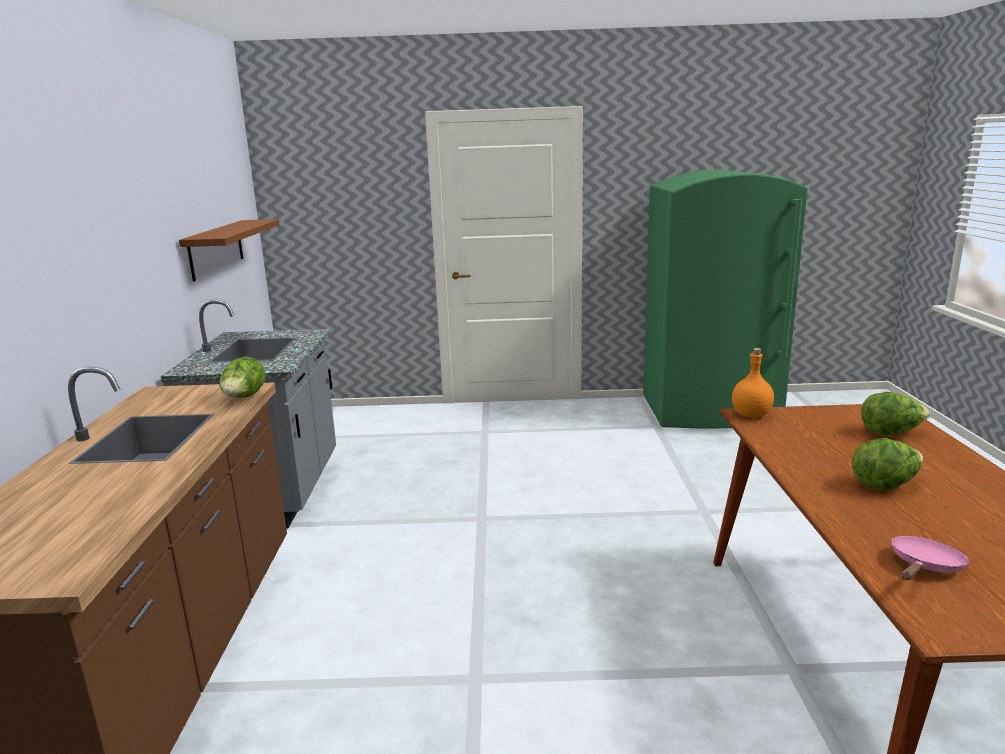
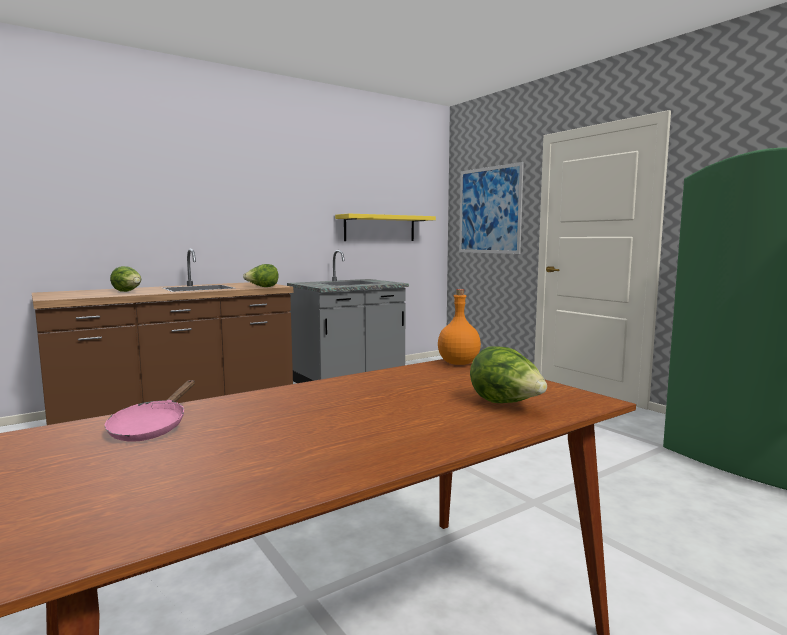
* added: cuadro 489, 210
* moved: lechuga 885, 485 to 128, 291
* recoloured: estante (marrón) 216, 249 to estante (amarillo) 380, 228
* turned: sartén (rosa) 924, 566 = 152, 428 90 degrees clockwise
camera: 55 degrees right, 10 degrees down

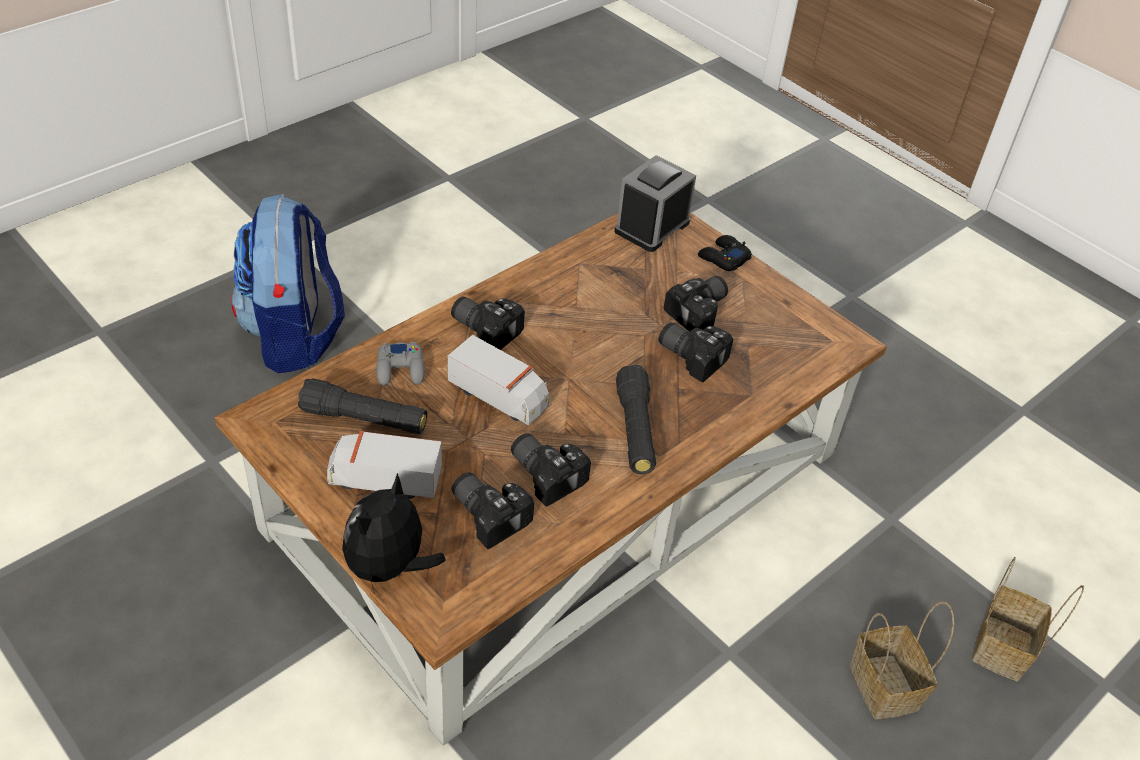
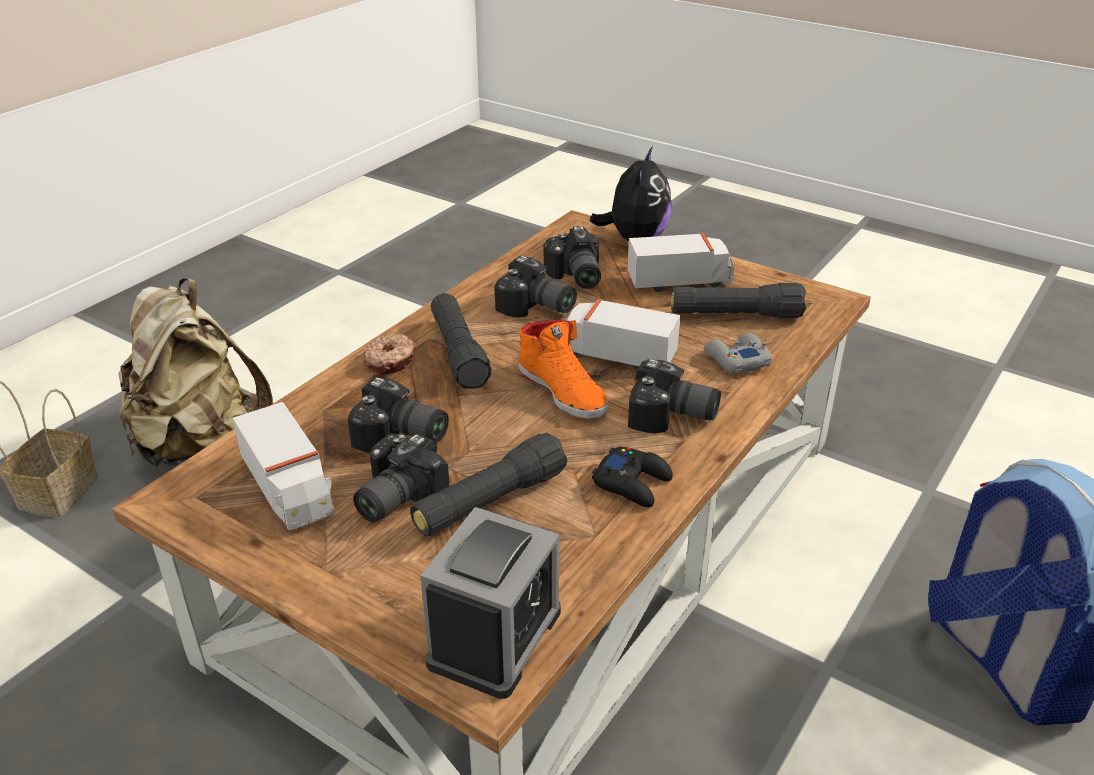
* added: camión de juguete 289, 489
* added: rosquilla 391, 361
* added: linterna (negro) 490, 502
* added: zapato (naranja) 563, 390
* moved: mando de consola (negro) 723, 258 to 633, 483
* replaced: cesta 881, 684 to mochila (beis) 200, 444
* turned: cámara 490, 513 = 574, 277 45 degrees clockwise
camera: 170 degrees right, 10 degrees down

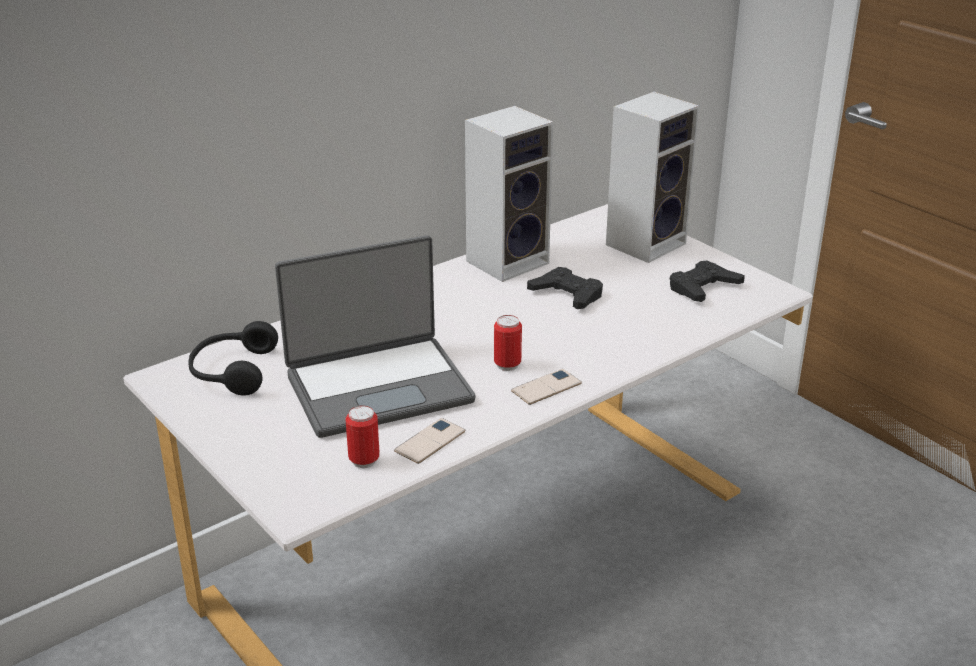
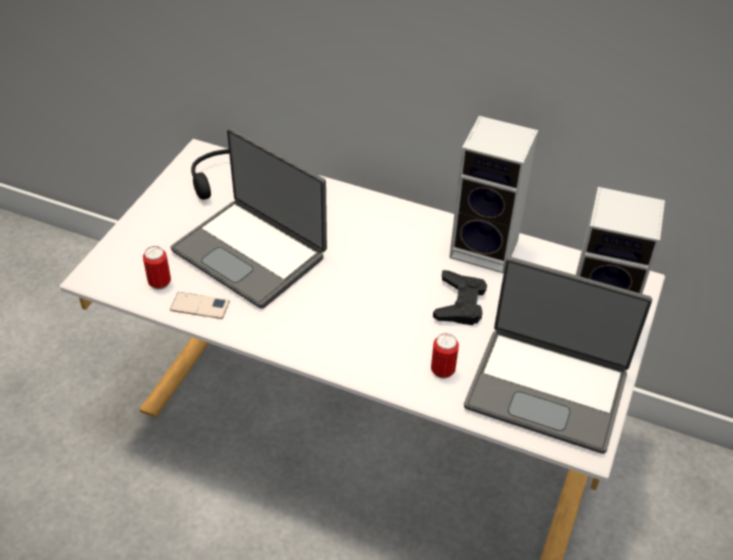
* removed: móvil 546, 387
* moved: lata 507, 365 to 442, 371
* replaced: mando de consola (negro) 703, 288 to portátil 547, 388
camera: 60 degrees right, 15 degrees up

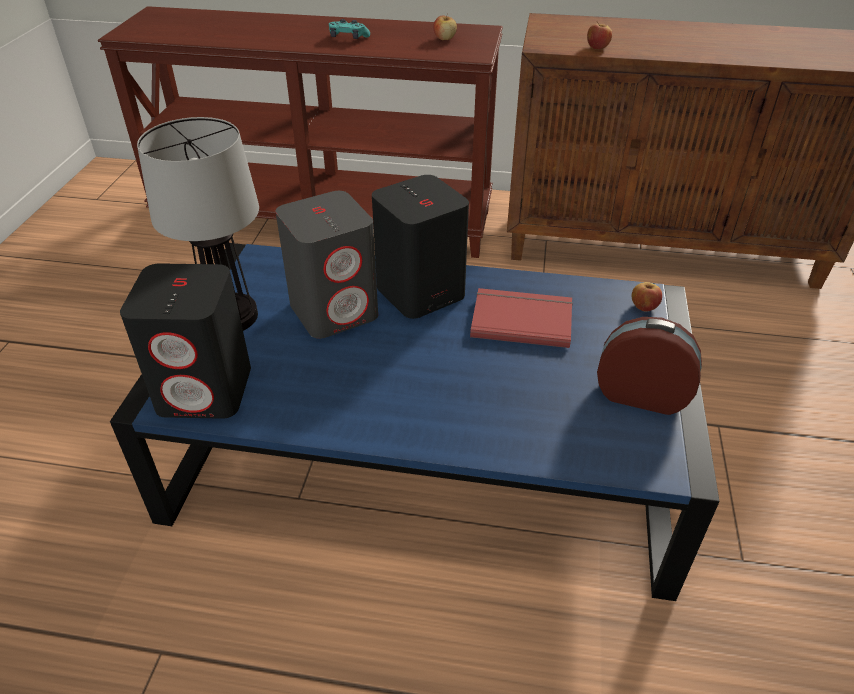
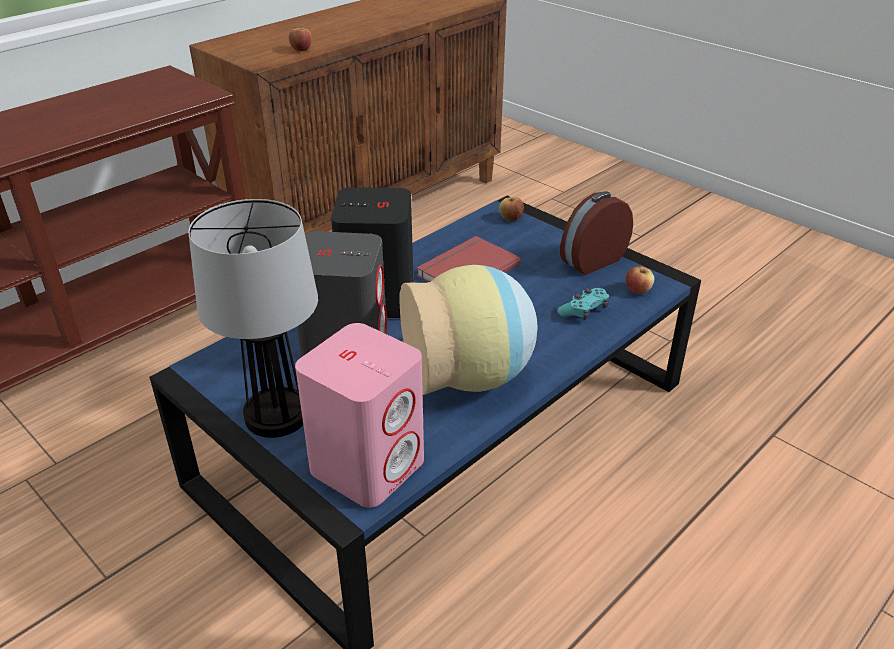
* added: florero 470, 377
* moved: mando de consola (turquesa) 348, 38 to 584, 311
* moved: manzana 445, 38 to 638, 290
* recoloured: altavoz (negro) 206, 389 to altavoz (rosa) 368, 465
camera: 55 degrees left, 5 degrees down

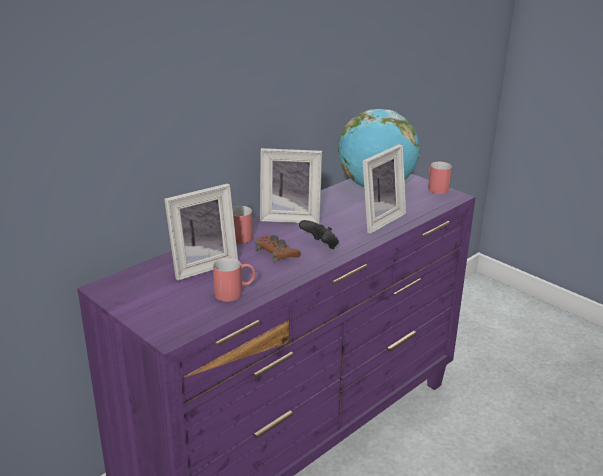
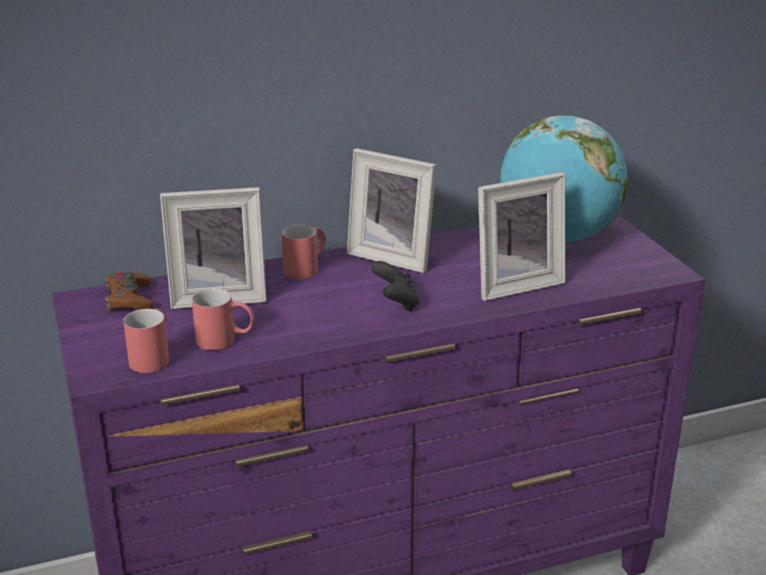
* moved: mando de consola (marrón) 276, 253 to 129, 299
* moved: taza grande (rojo) 436, 187 to 153, 357
camera: 25 degrees right, 0 degrees up

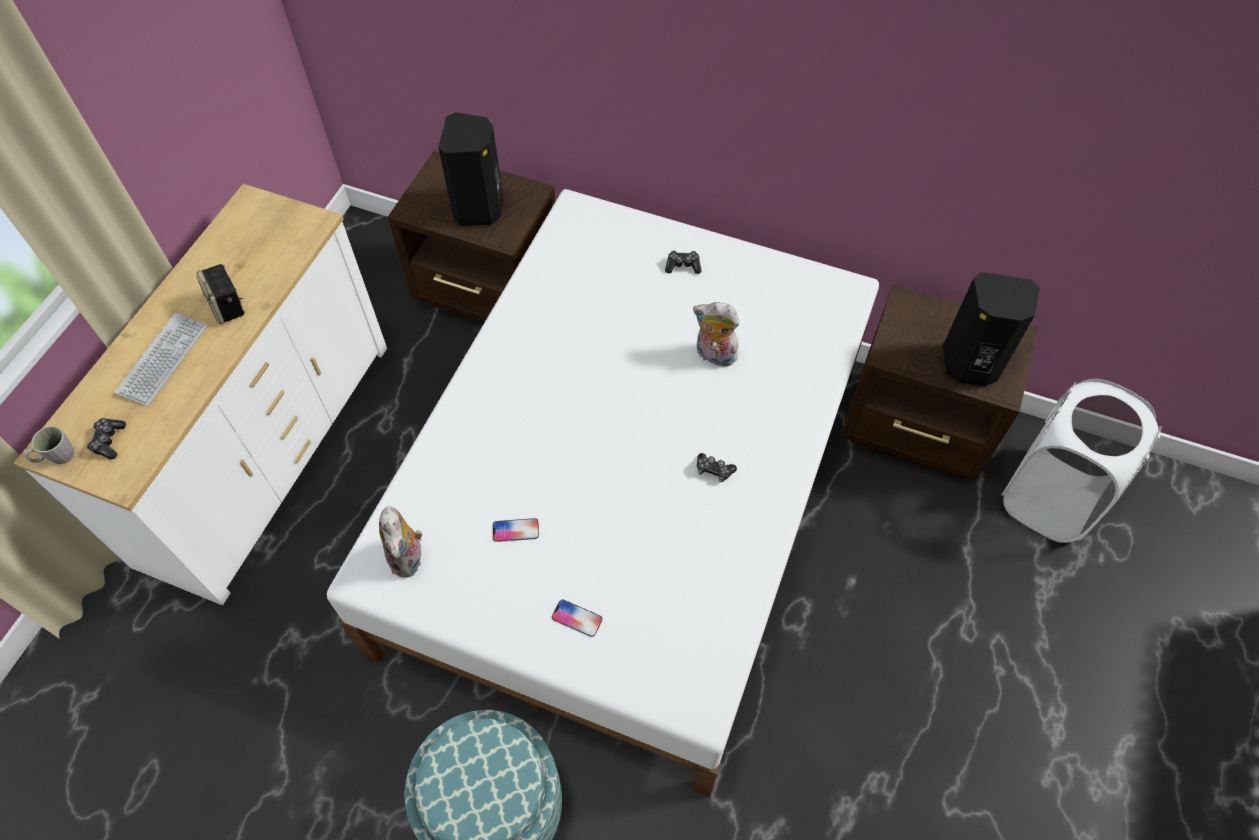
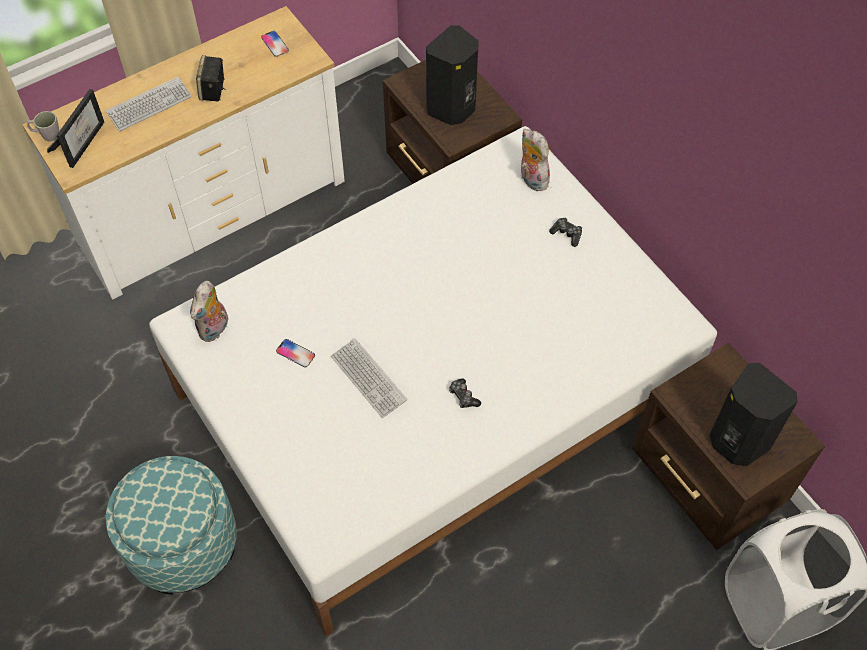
* added: teclado 368, 378
* moved: móvil 577, 618 to 275, 44
* moved: peluche 714, 356 to 531, 179
* replaced: mando de consola 109, 441 to portarretratos 82, 141
camera: 35 degrees right, 0 degrees up

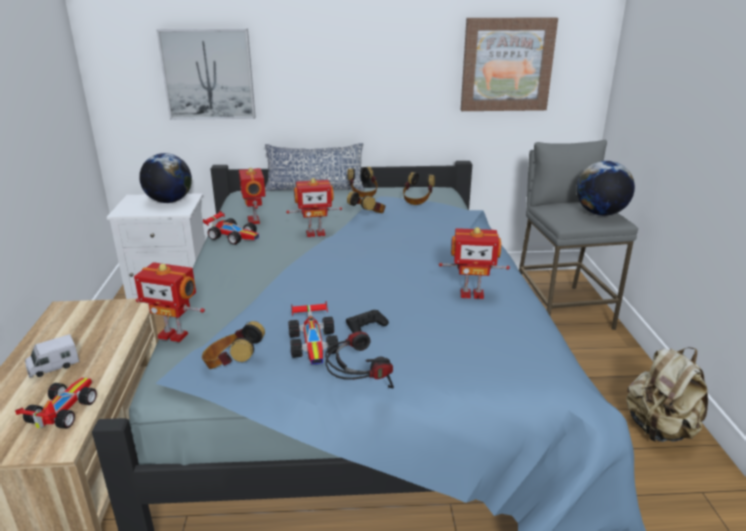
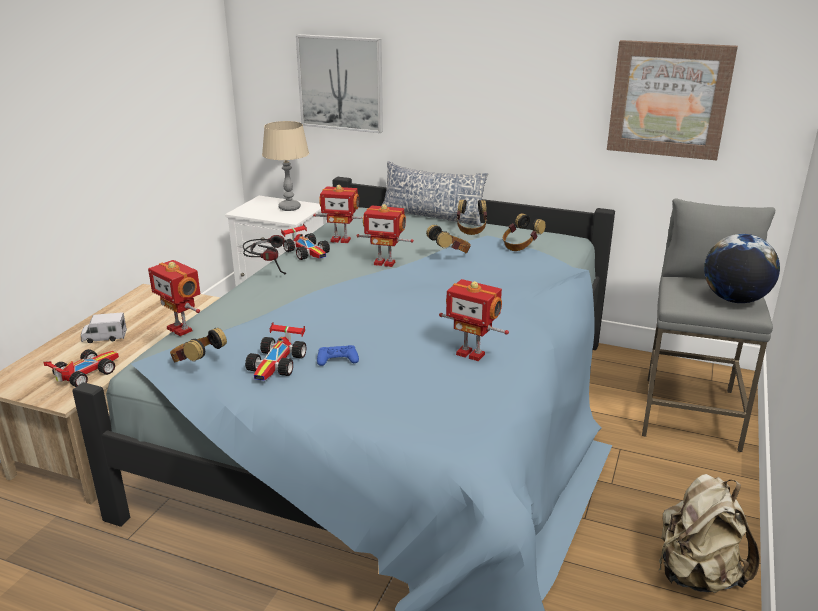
* moved: auriculares 357, 387 to 266, 271
* replaced: globo terráqueo 169, 201 to lámpara de mesa (beis) 289, 208
* recoloured: mando de consola (negro) 366, 326 to mando de consola (azul) 337, 359
* turned: robot de juguete 255, 220 = 341, 240 90 degrees counterclockwise
camera: 25 degrees right, 0 degrees up

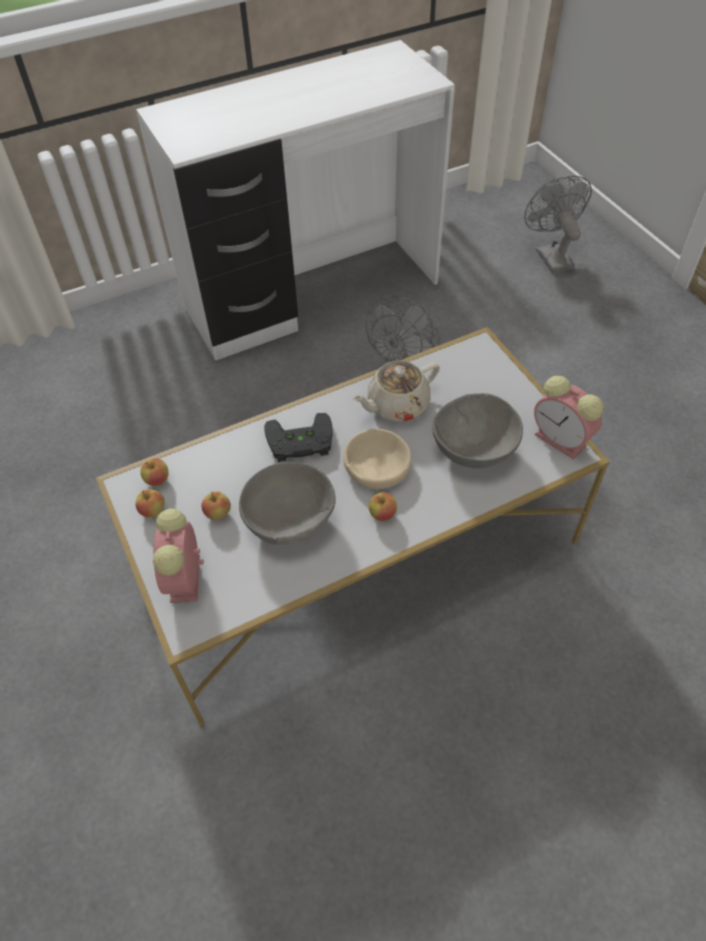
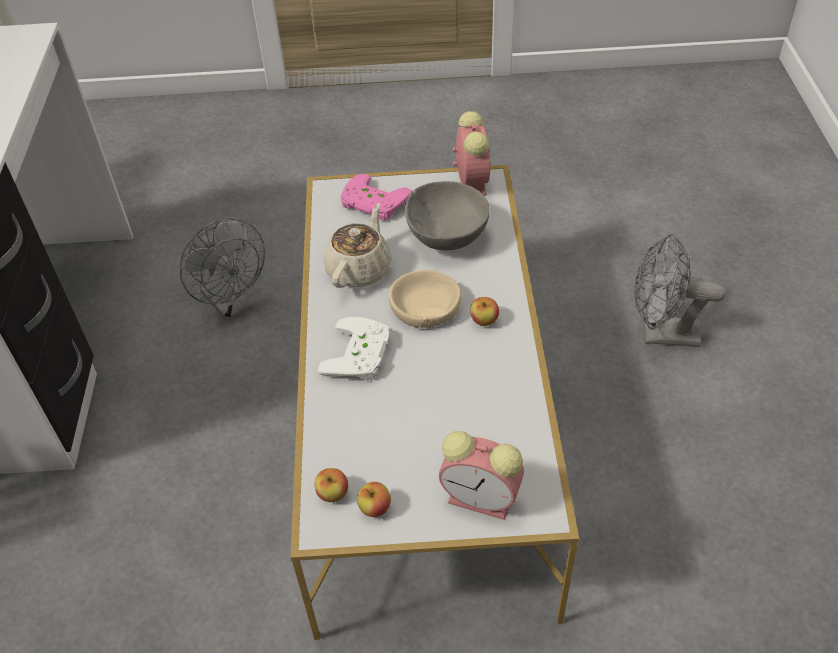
* removed: manzana 218, 513
* removed: cuenco (gris) 291, 520
* added: mando de consola (rosa) 372, 203
* moved: ventilador (gris) 550, 255 to 661, 334
* recoloured: mando de consola (negro) 300, 444 to mando de consola (blanco) 361, 355
* turned: tetera (beis) 396, 405 = 360, 269 150 degrees counterclockwise
* turned: despertador 562, 440 = 471, 181 75 degrees counterclockwise
camera: 65 degrees left, 5 degrees down

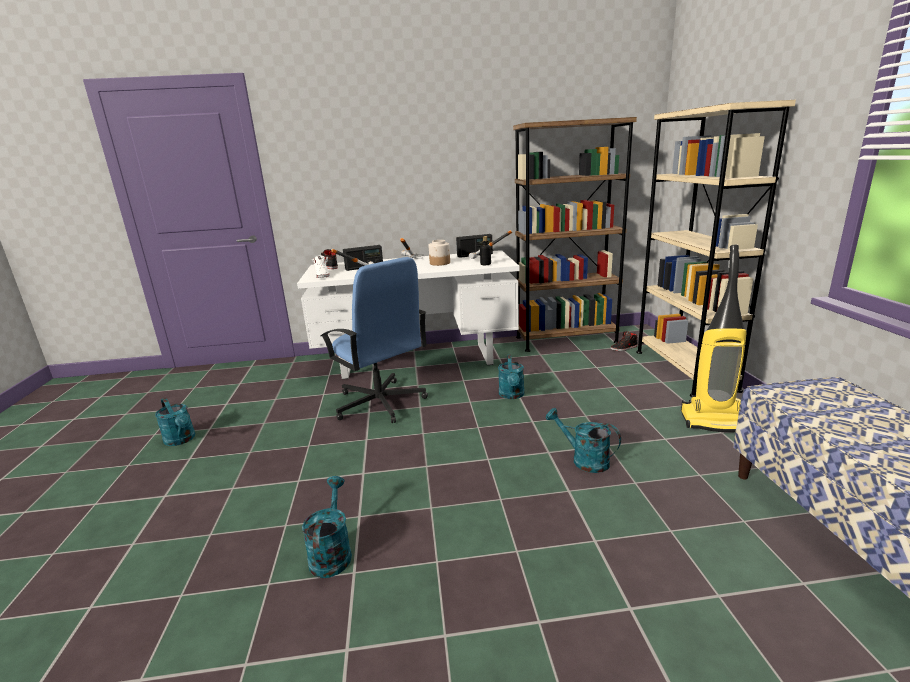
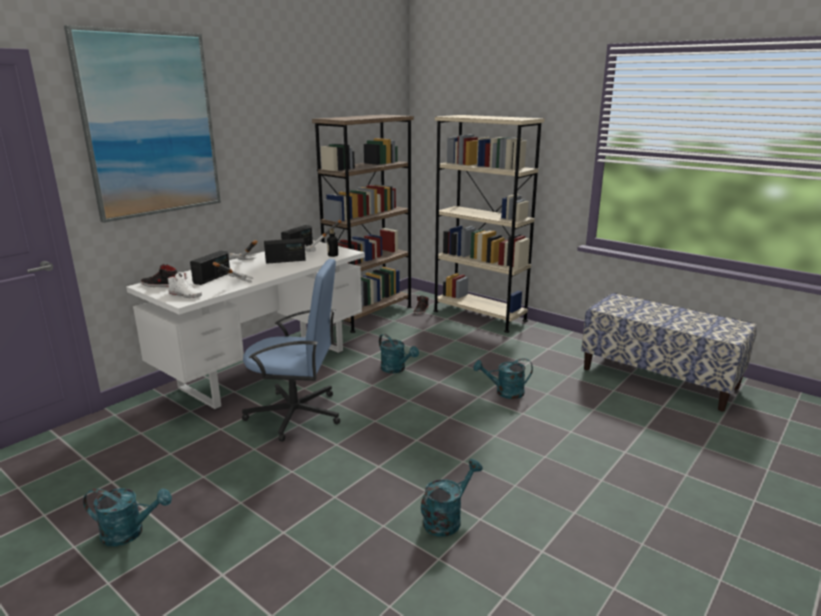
* removed: aspiradora 717, 421
* added: cuadro 150, 125
* replaced: tarro 440, 263 to radio 285, 261
* turned: regadera (turquesa) 332, 552 = 447, 519 90 degrees clockwise
camera: 45 degrees left, 0 degrees up

